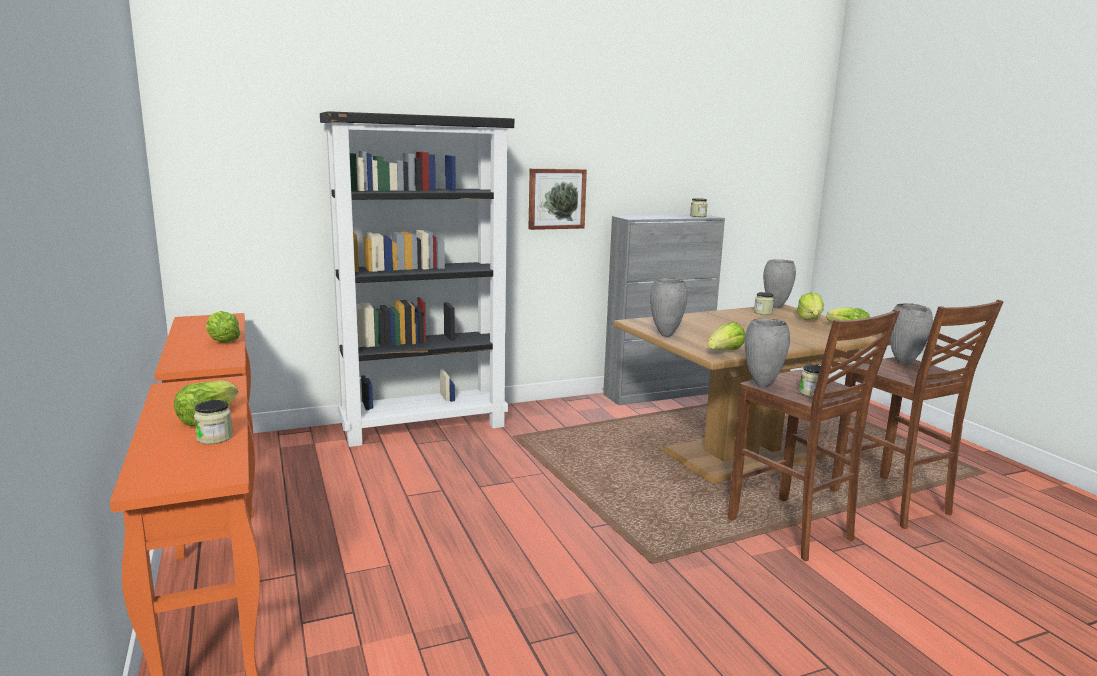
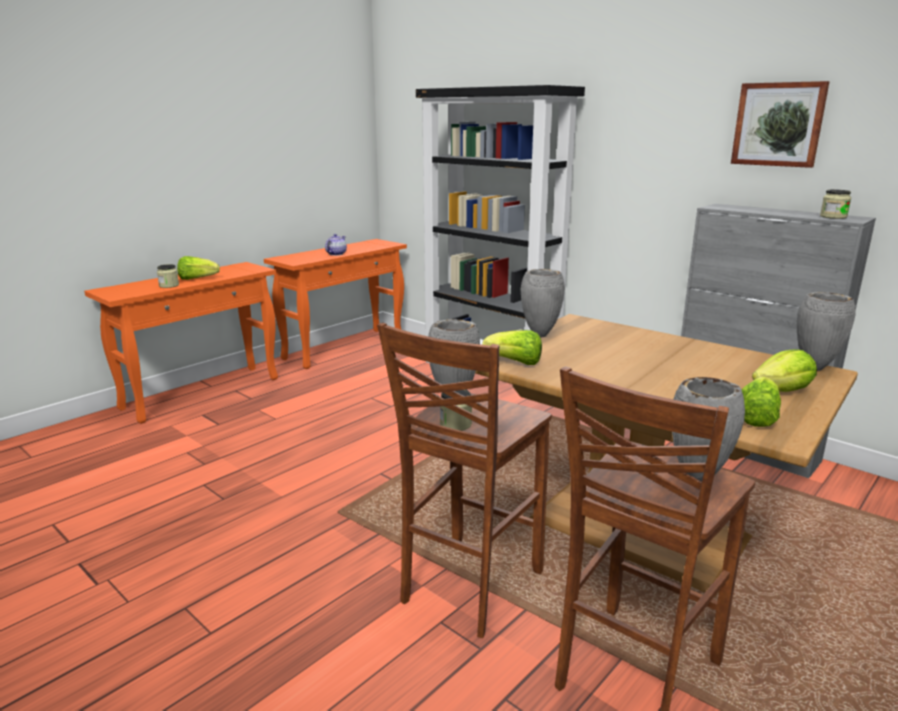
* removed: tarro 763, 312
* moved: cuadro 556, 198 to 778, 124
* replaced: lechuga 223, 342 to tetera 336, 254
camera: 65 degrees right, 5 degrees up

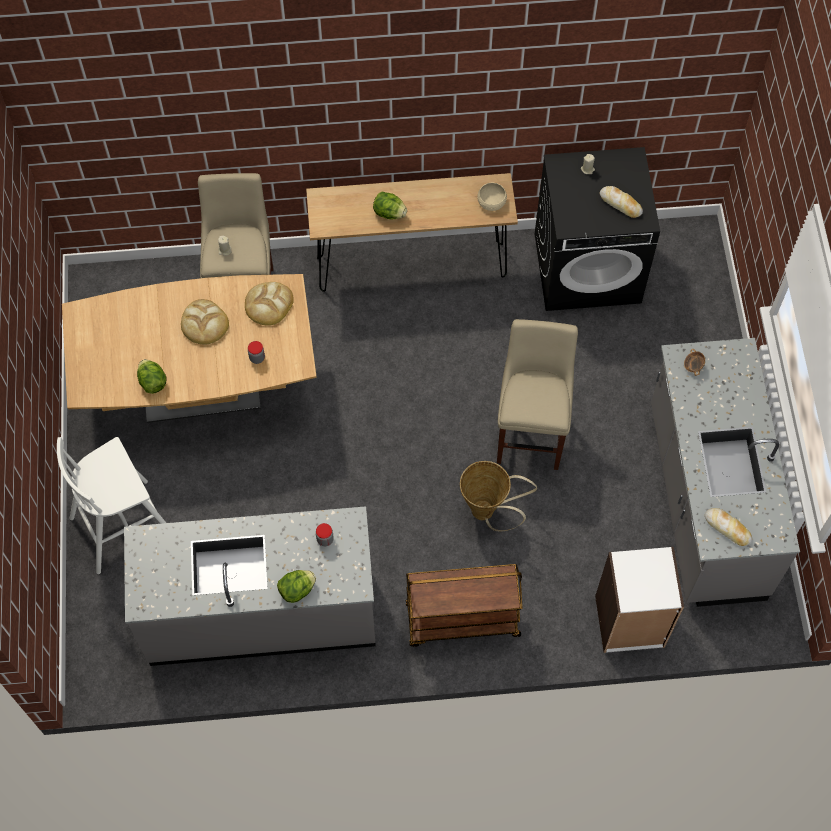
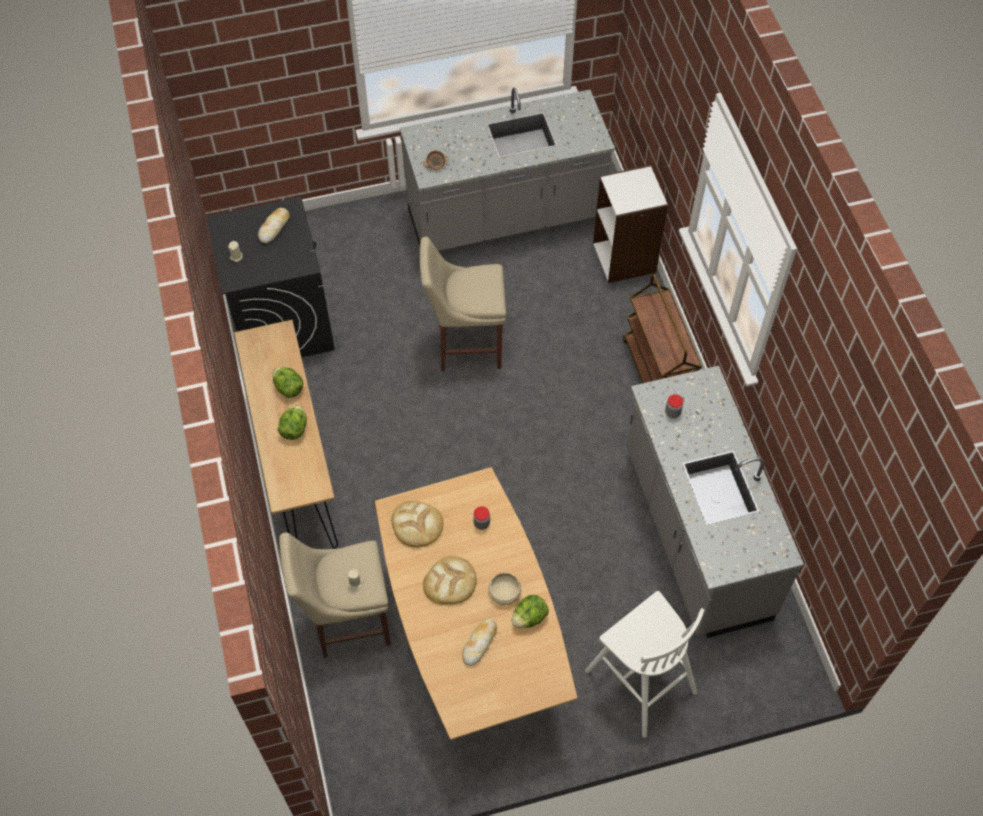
* removed: cesta 488, 513
* moved: lechuga 297, 590 to 288, 388
* moved: cuenco (beis) 491, 201 to 504, 592
* moved: pan 727, 528 to 479, 643
camera: 100 degrees left, 5 degrees down

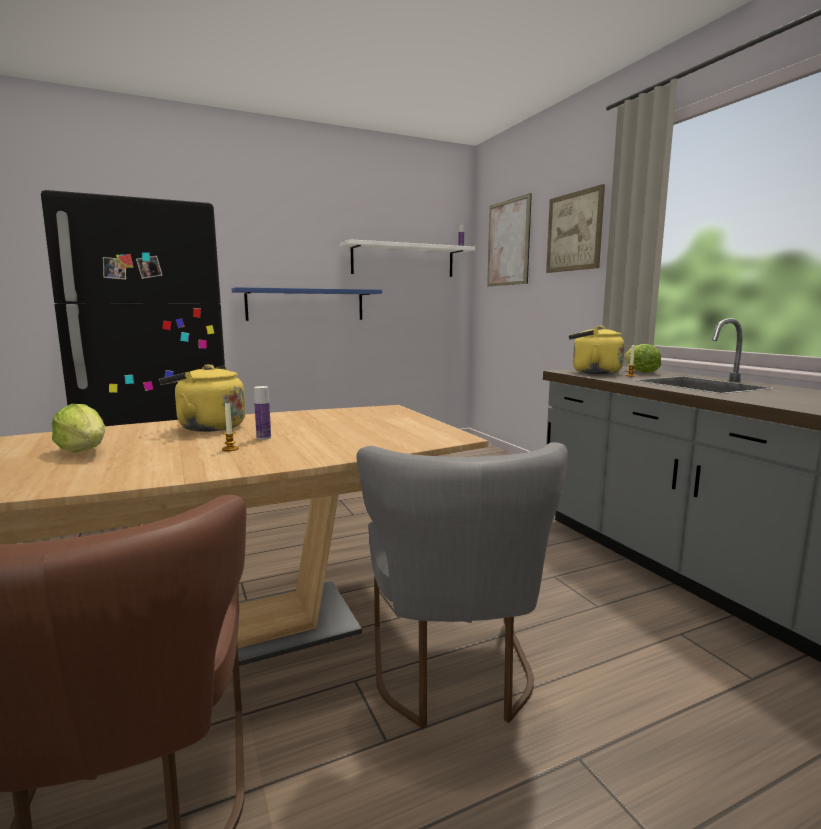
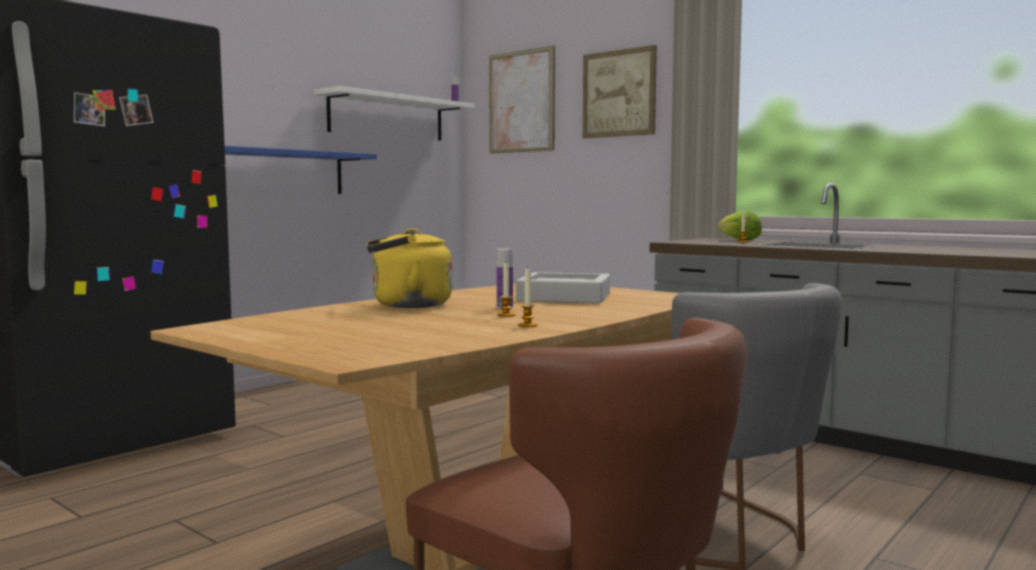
* removed: lechuga 84, 451
* removed: hervidor (amarillo) 592, 372
* added: bandeja (gris) 564, 297
* added: vela 527, 325
camera: 25 degrees left, 5 degrees down

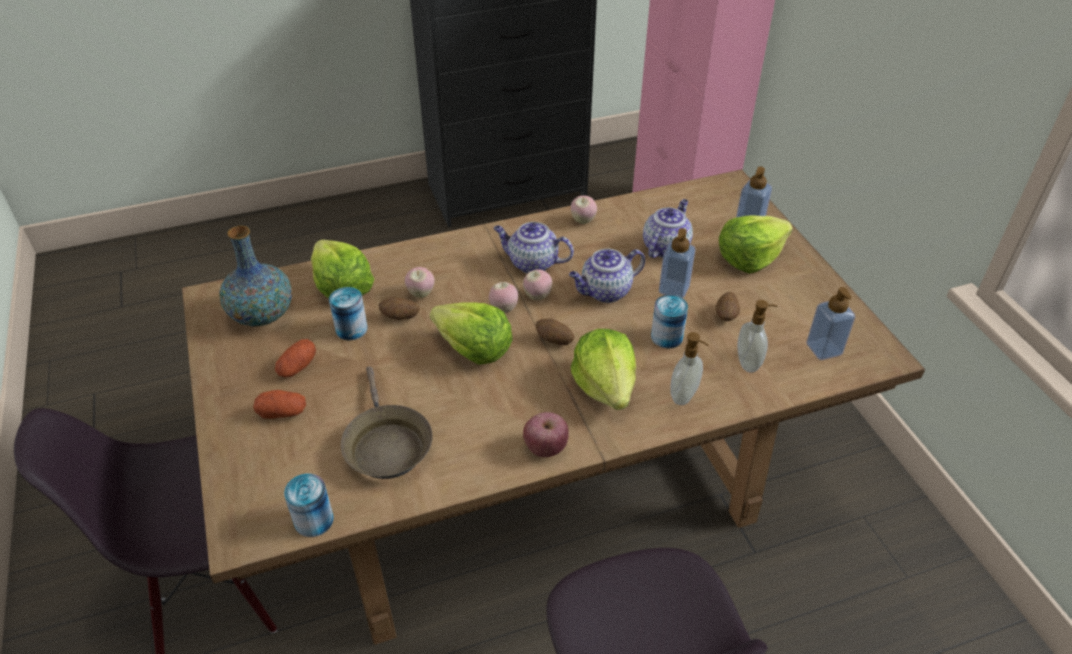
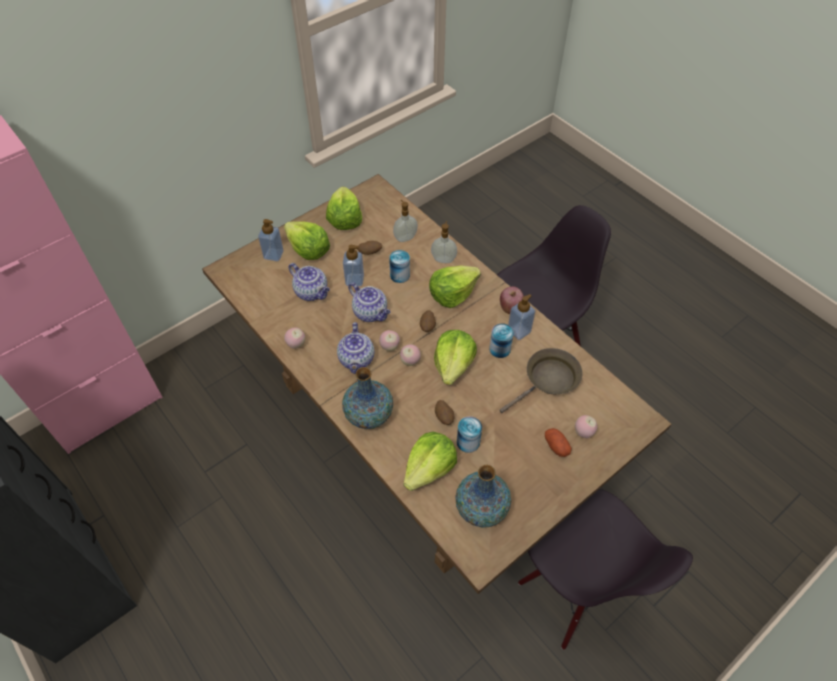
* removed: patata 297, 367
* added: lechuga 344, 219
* added: florero 369, 414
* moved: lata 314, 520 to 500, 349
* moved: manzana 421, 293 to 583, 432
* moved: dispensador de jabón 823, 349 to 519, 331
* turned: tetera 665, 247 = 312, 292 150 degrees counterclockwise
camera: 110 degrees left, 10 degrees up

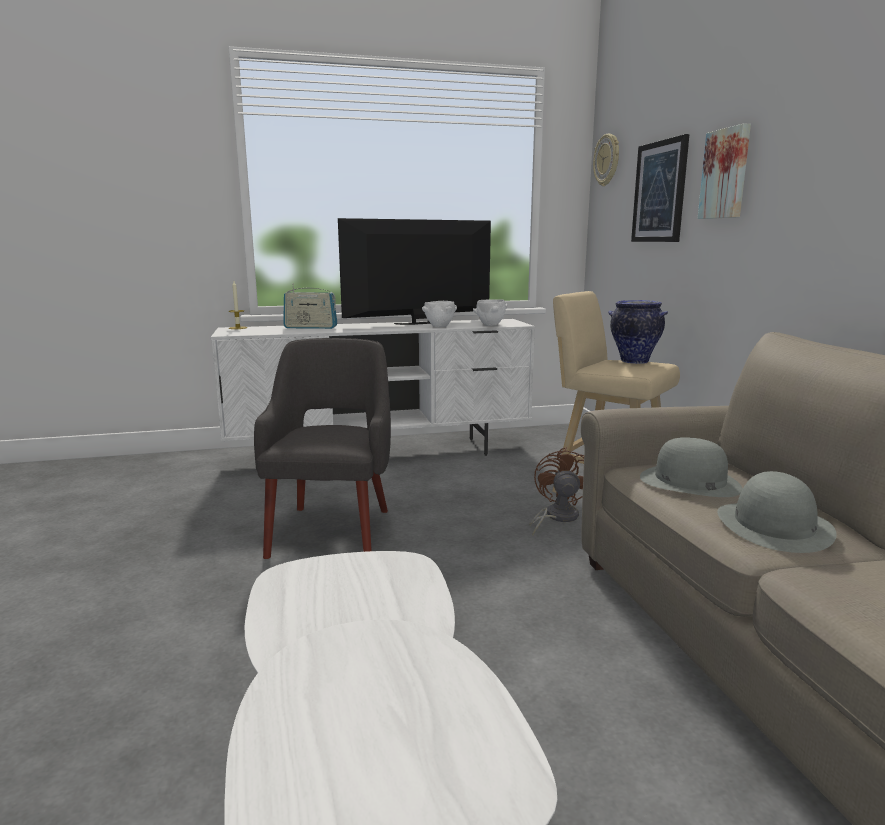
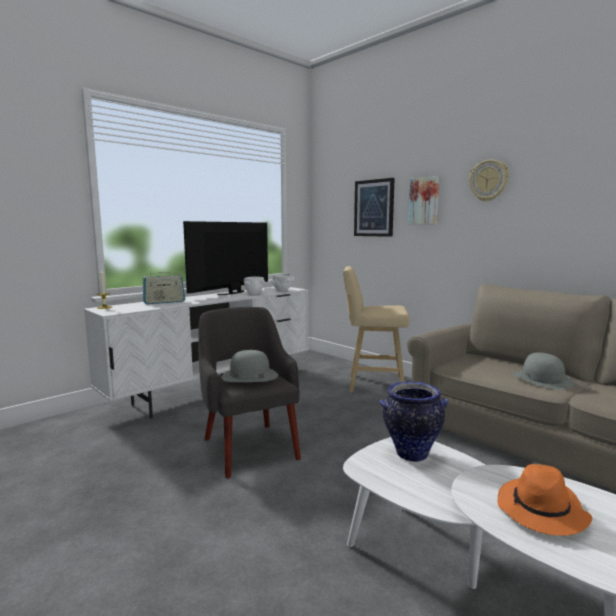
* removed: ventilador (marrón) 556, 517
* added: sombrero (naranja) 541, 511
* moved: reloj de pared 607, 160 to 488, 180
* moved: florero 633, 361 to 411, 455
* moved: sombrero (gris) 689, 482 to 249, 376
camera: 30 degrees left, 5 degrees down

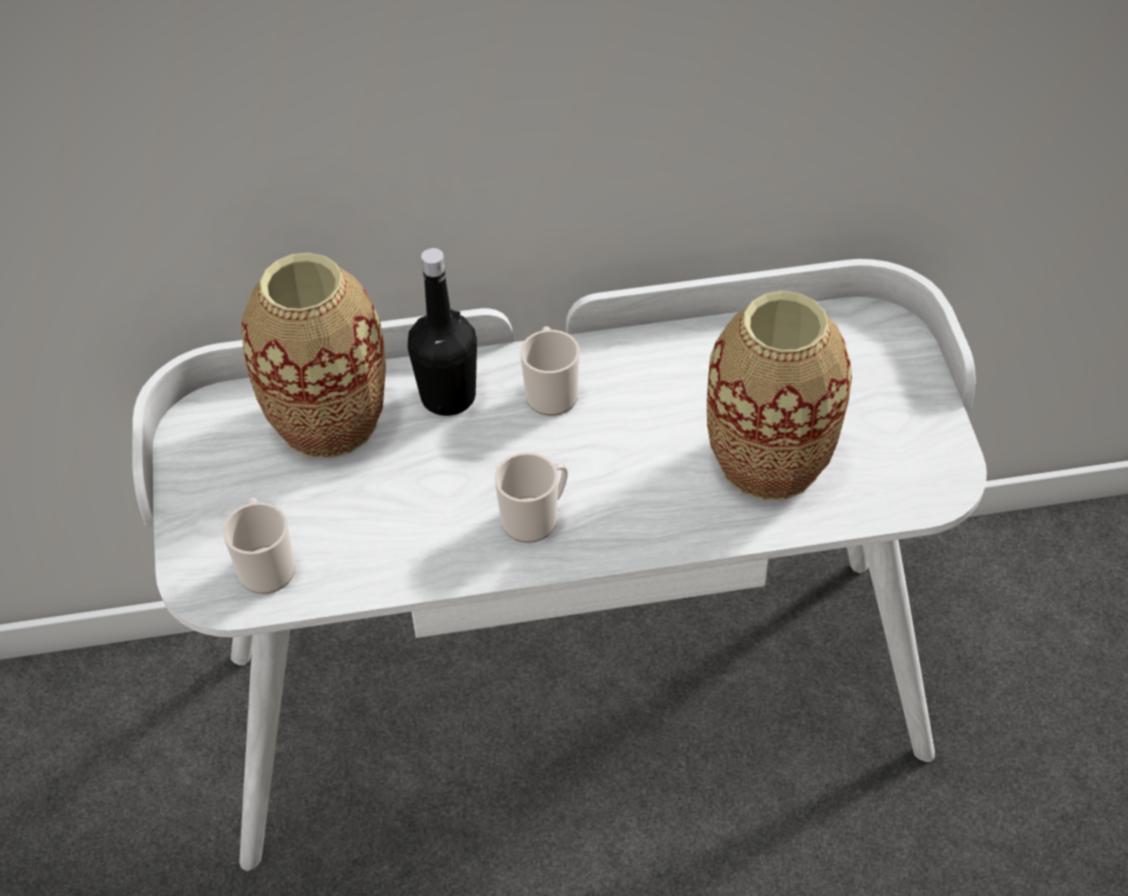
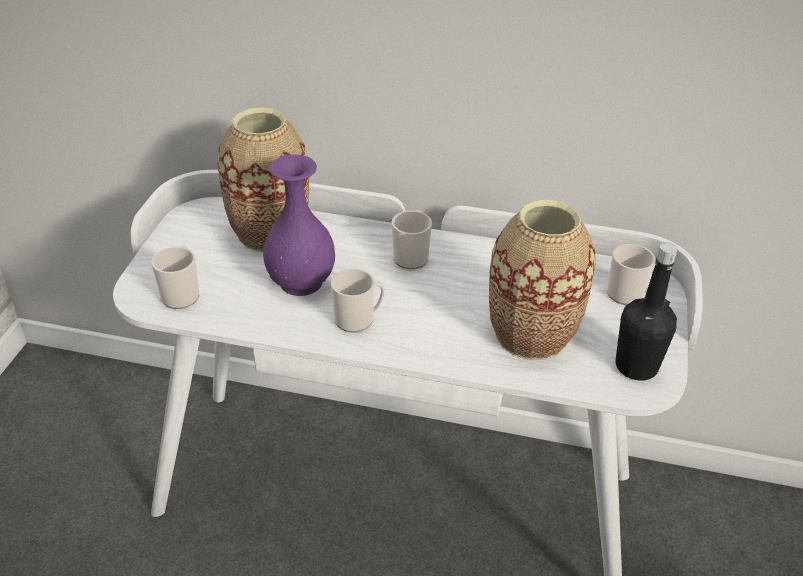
* added: florero (morado) 302, 282
* added: taza grande 629, 295
* moved: botella (negro) 448, 397 to 636, 366
camera: 20 degrees right, 10 degrees down

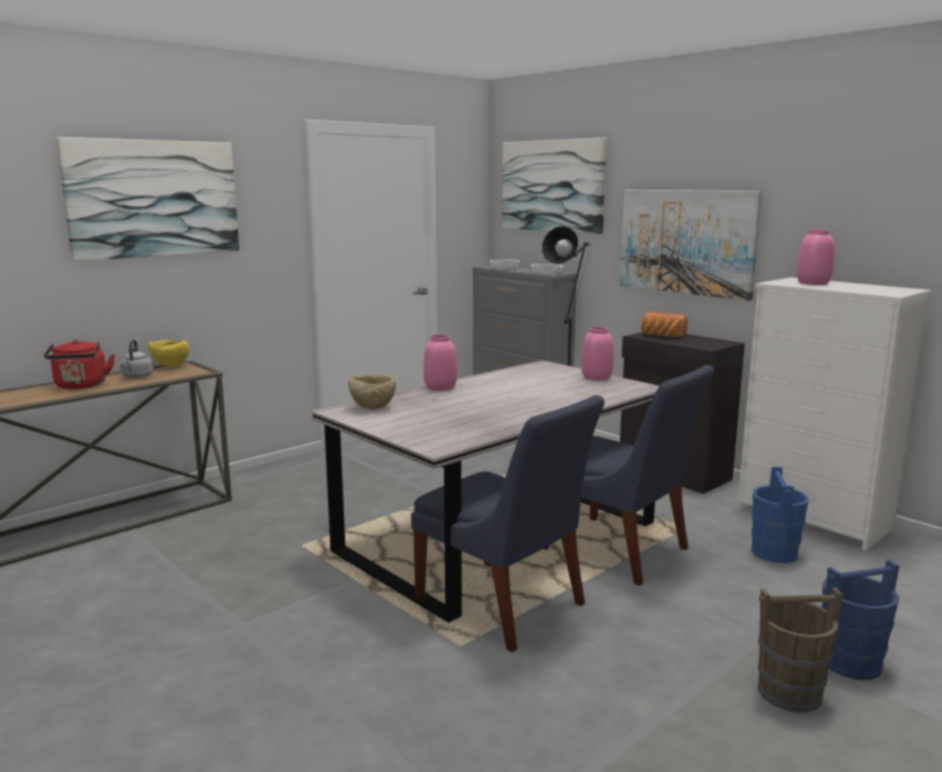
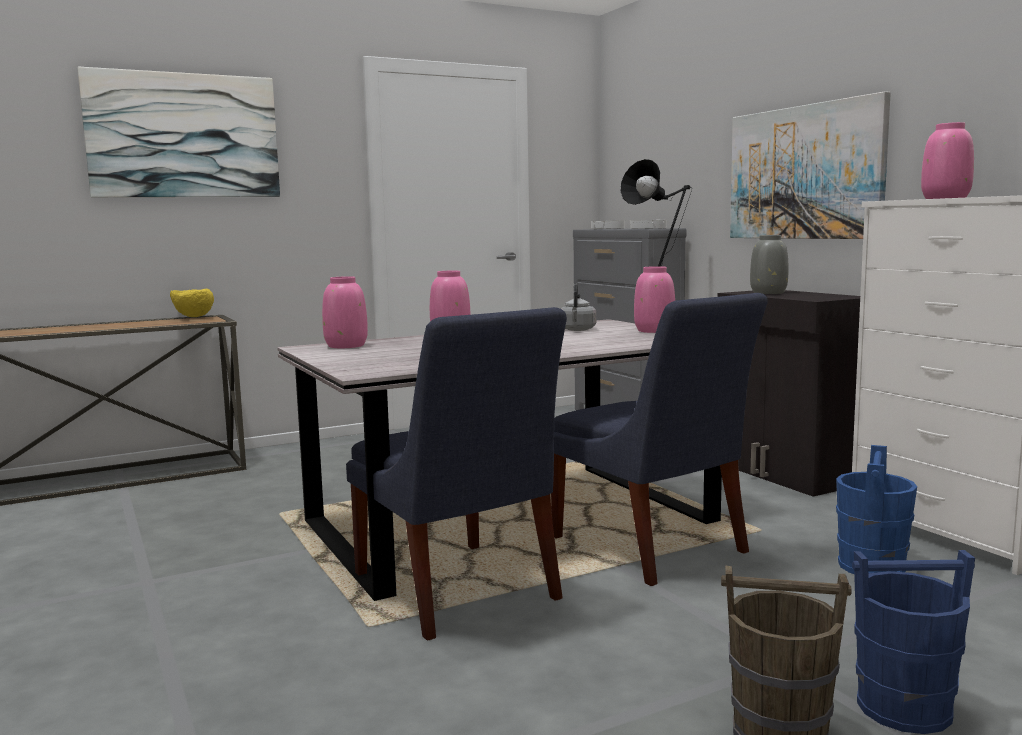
* removed: hervidor (rojo) 81, 386
* removed: cuadro 552, 186
* moved: hervidor (gris) 137, 377 to 577, 330
* replaced: cuenco (beis) 372, 407 to florero (rosa) 347, 346
* replaced: pan 661, 336 to florero (gris) 768, 293
camera: 15 degrees right, 5 degrees down

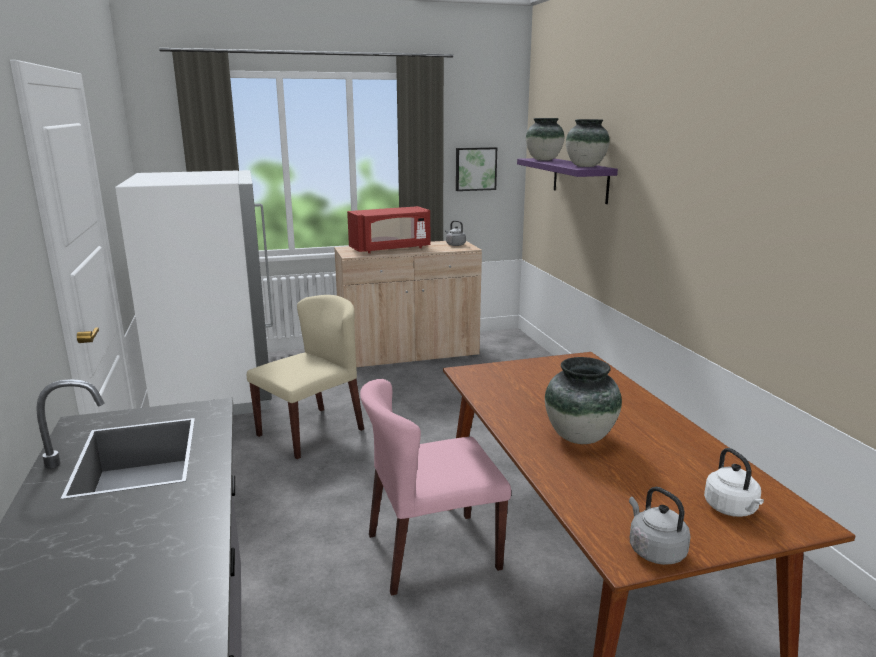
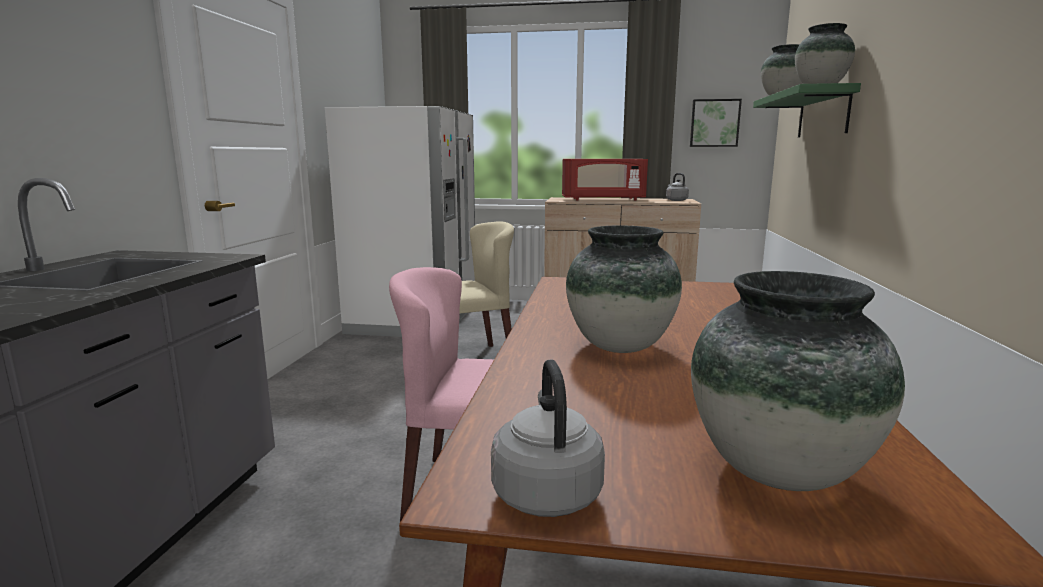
* replaced: hervidor (blanco) 732, 509 to florero 780, 472
* recoloured: estante (morado) 580, 179 to estante (verde) 823, 114
camera: 25 degrees right, 5 degrees down

